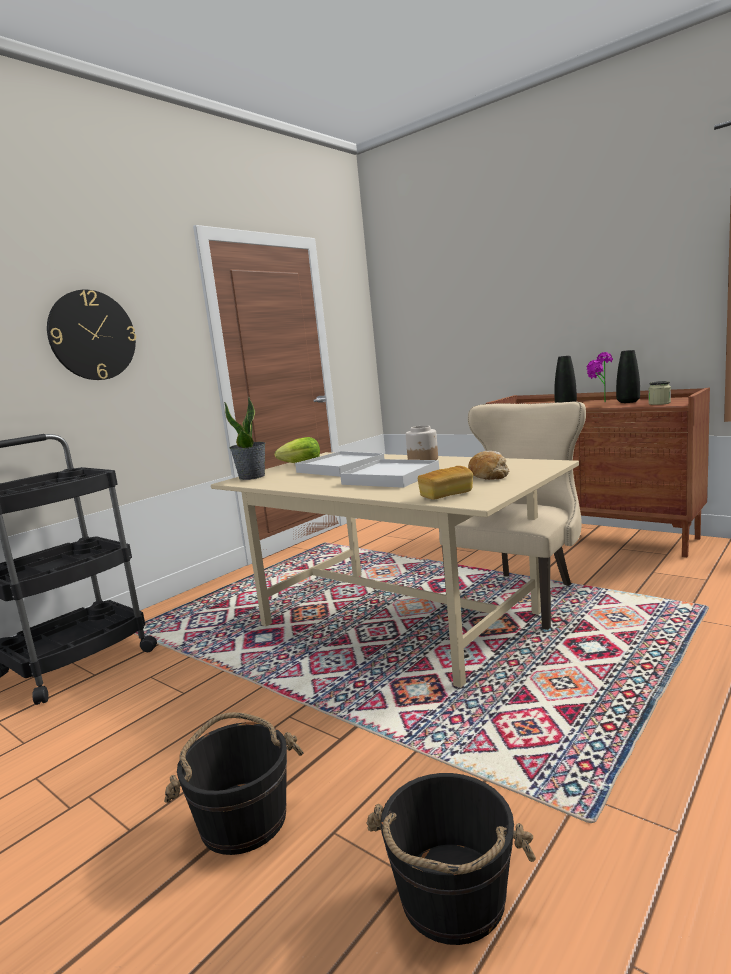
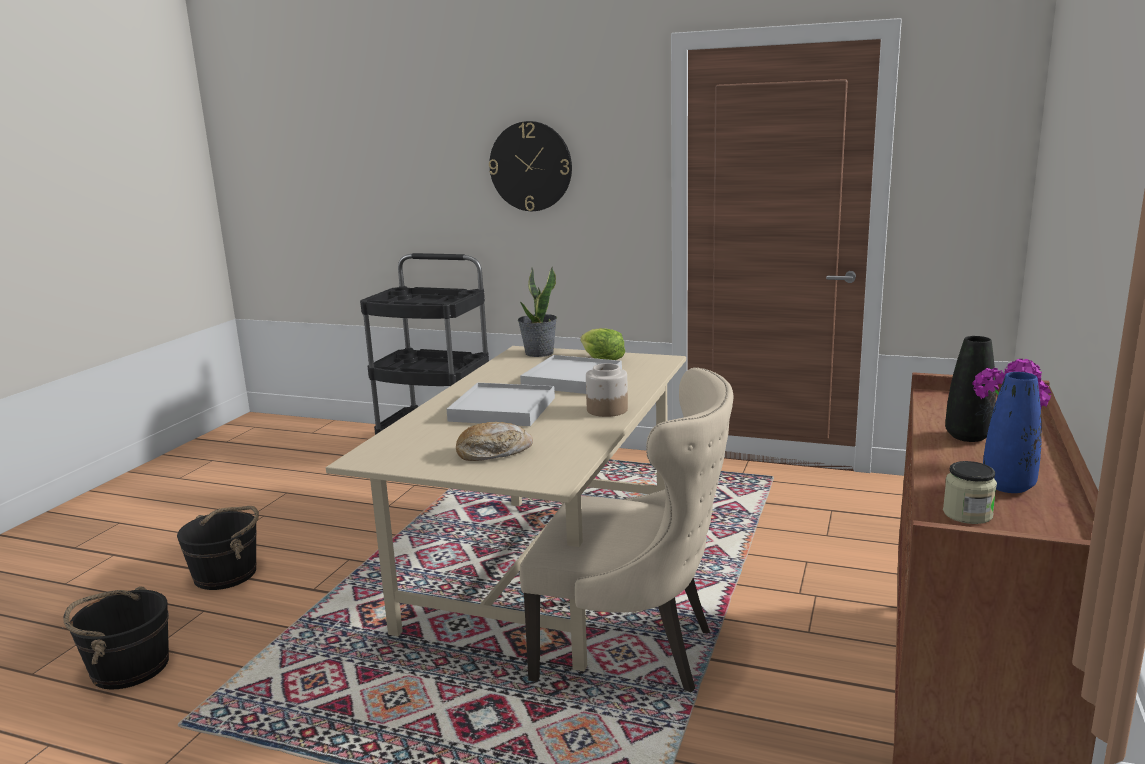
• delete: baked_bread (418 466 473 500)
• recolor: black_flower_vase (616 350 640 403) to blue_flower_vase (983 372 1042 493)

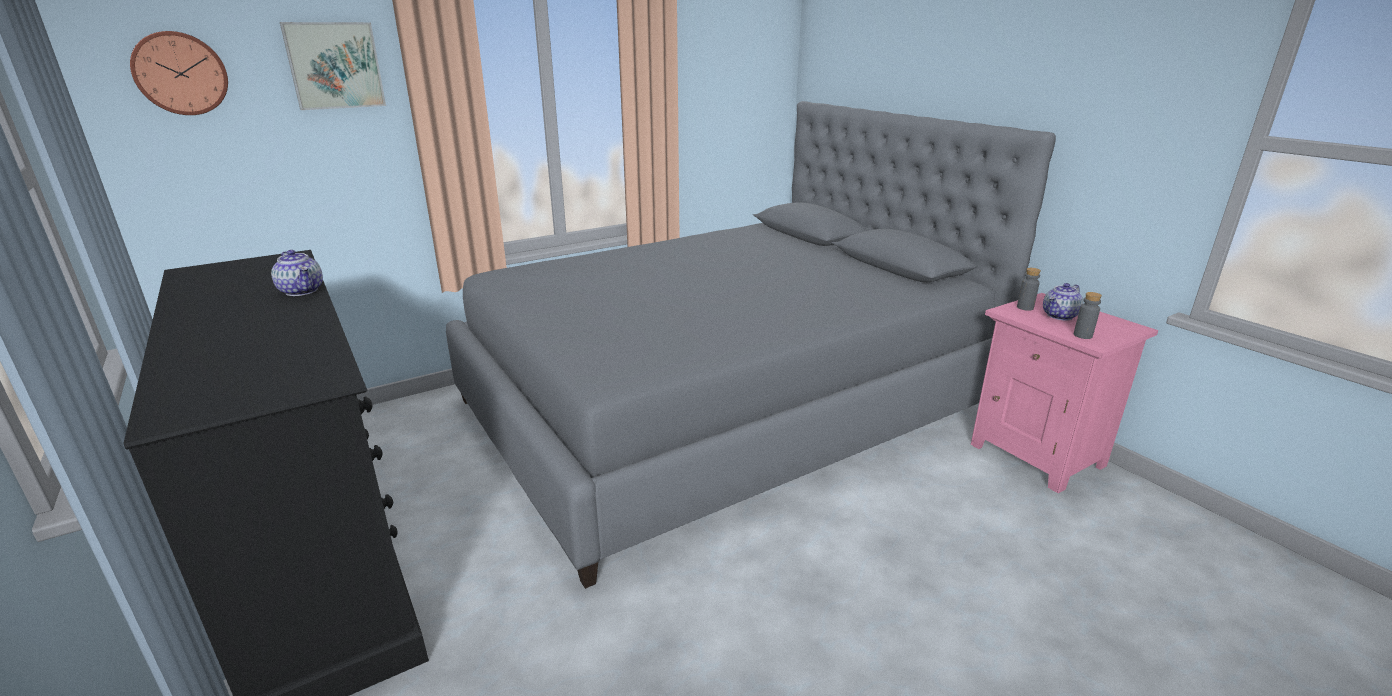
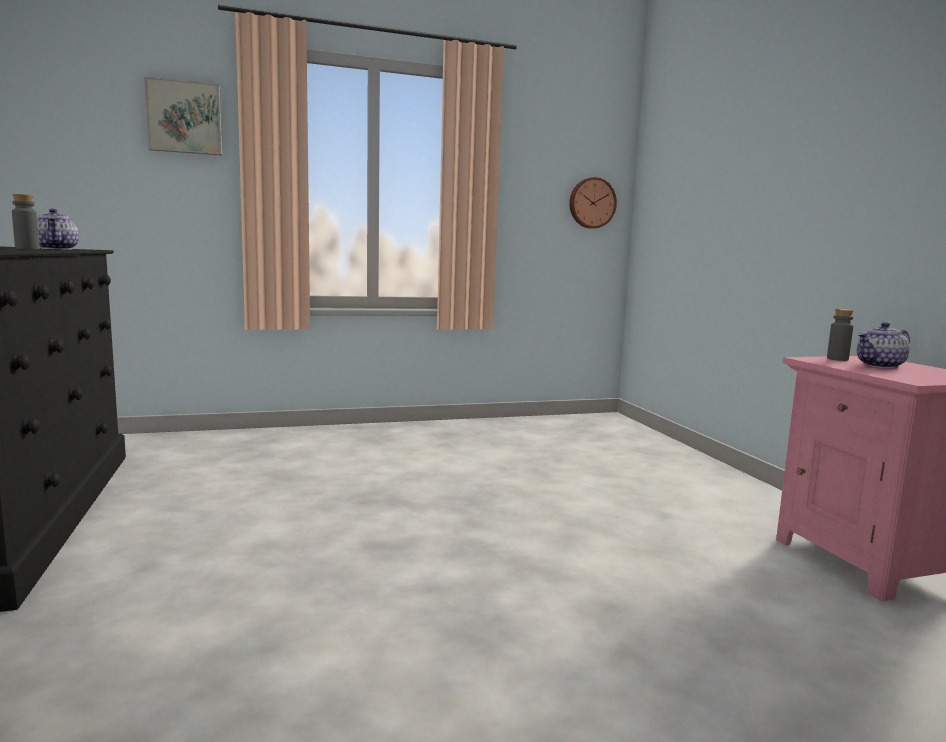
• delete: grey_sleeping_bed (446 101 1056 589)
• move: wall_clock (130 31 228 115) to (569 177 617 229)
• move: grey_bottle (1074 292 1102 339) to (12 194 40 249)

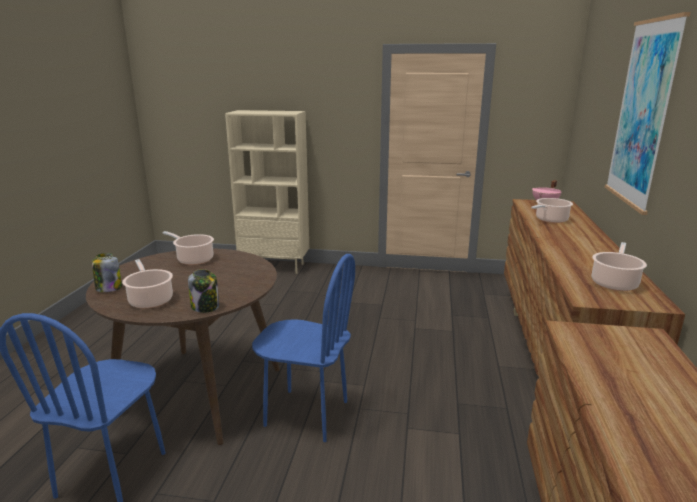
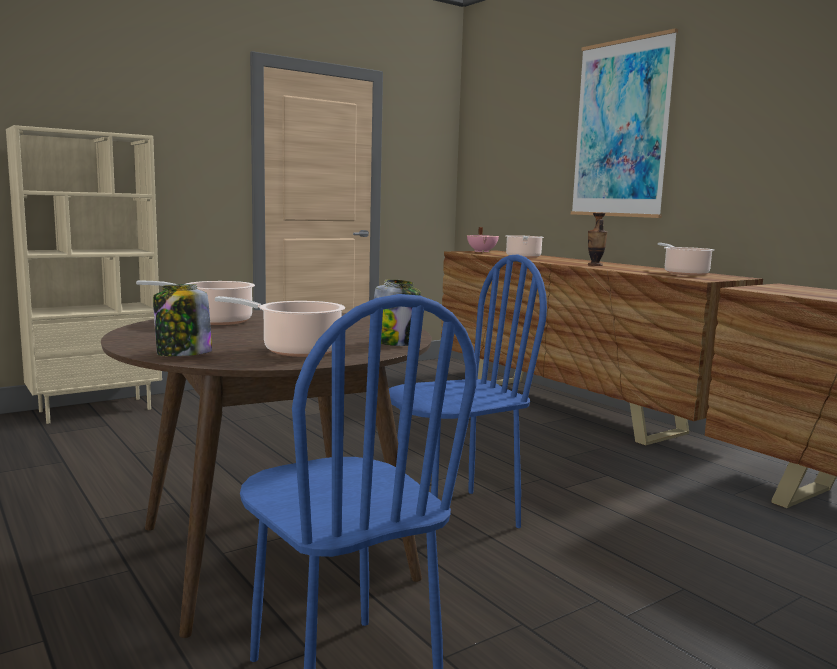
• insert: flower_vase (588 213 607 266)

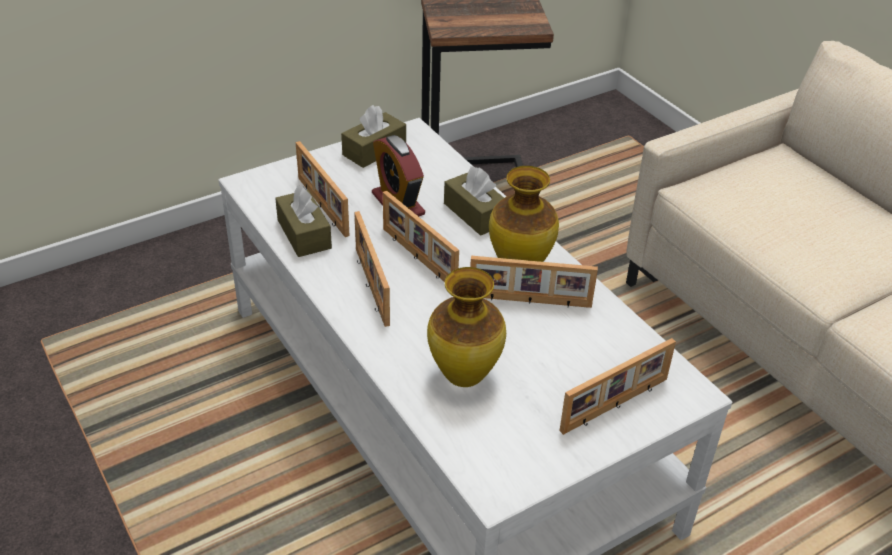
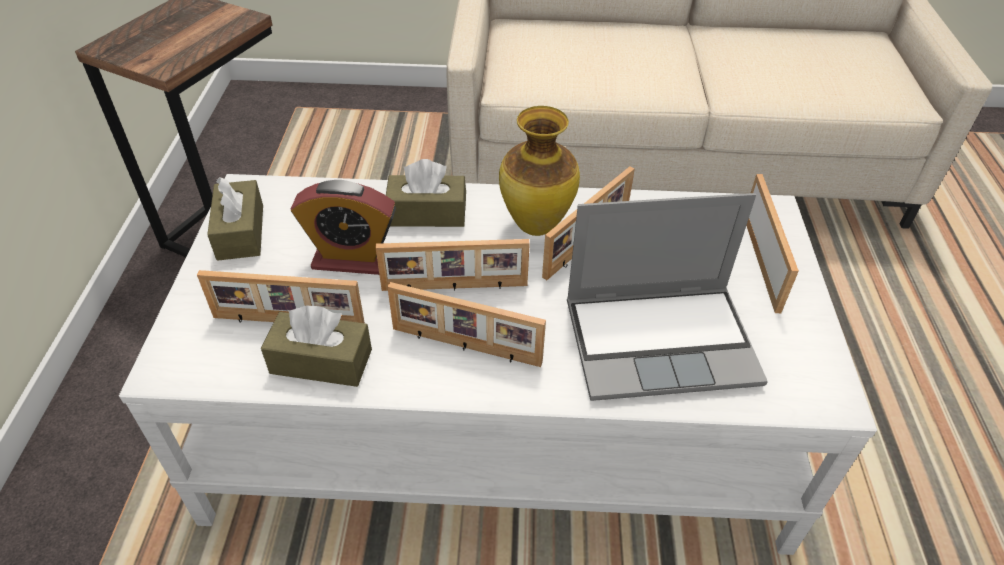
• replace: flower_vase (427 267 506 387) to notebook_computer (567 193 768 401)

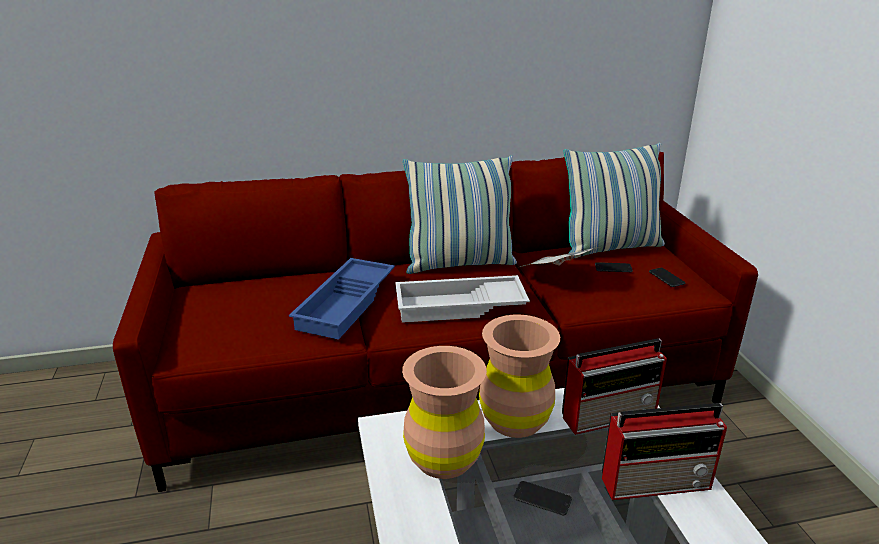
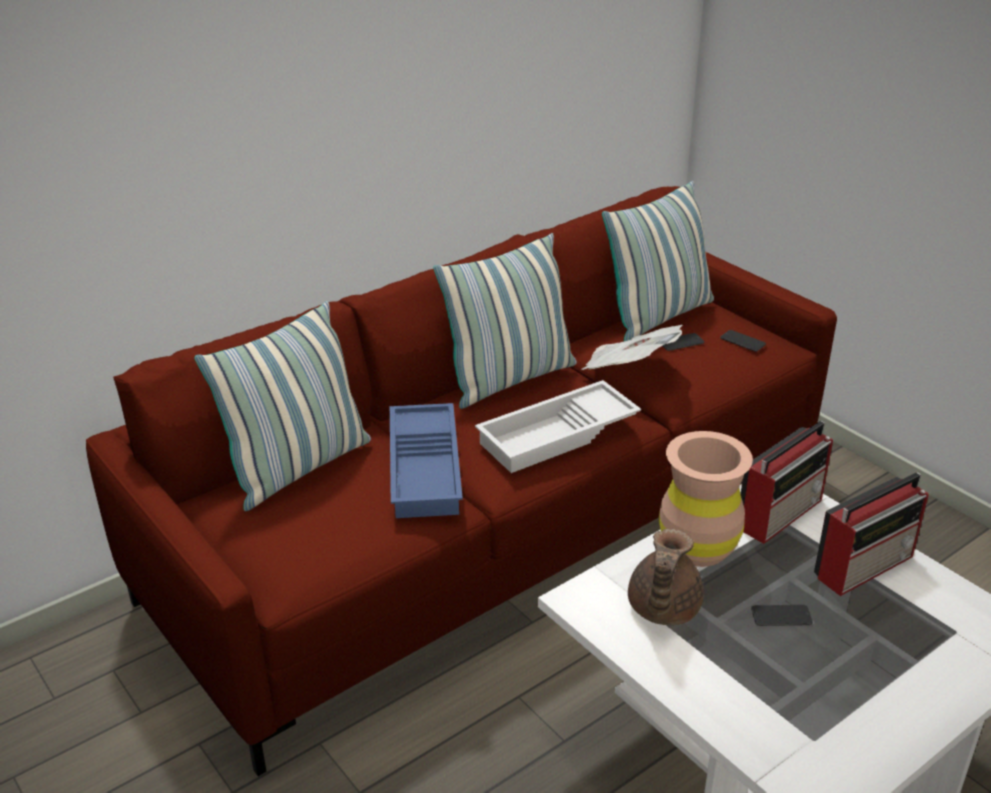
• insert: cushion (194 301 371 511)
• replace: brown_flower_vase (402 346 487 479) to brown_teapot (628 529 704 625)

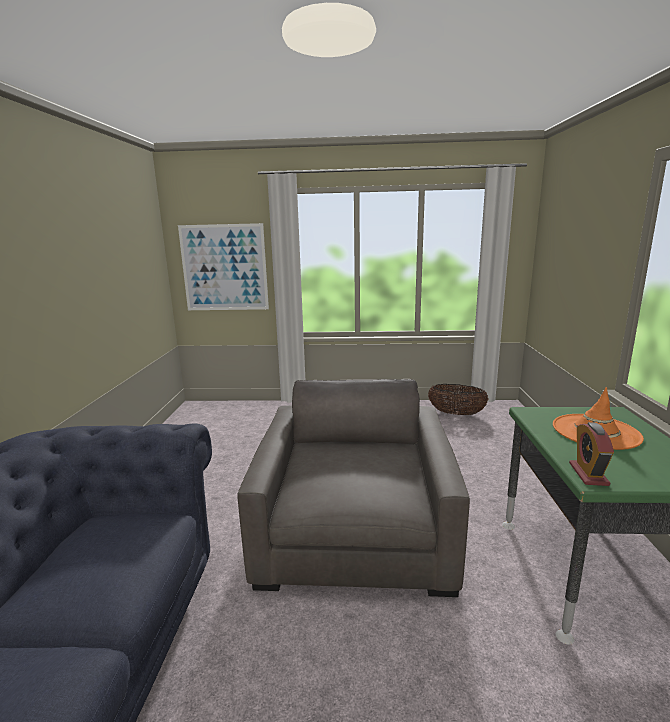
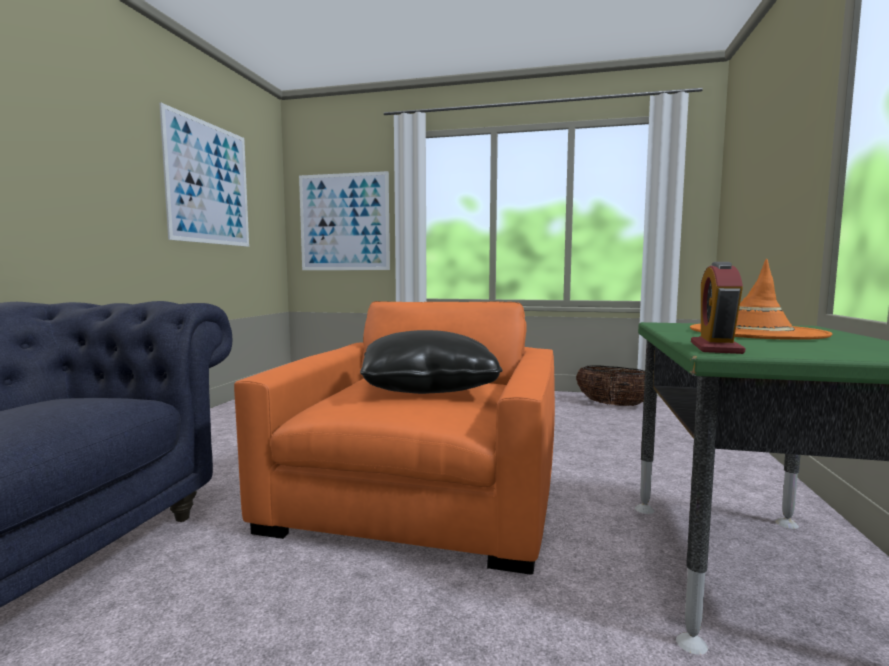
• insert: wall_picture (159 103 249 247)
• insert: black_cushion (360 330 503 394)
• recolor: grey_armchair (237 379 470 597) to orange-coloured_armchair (234 301 555 575)

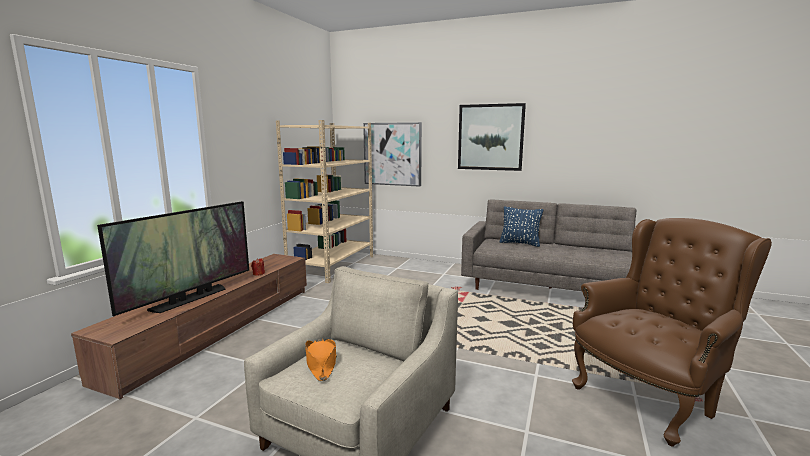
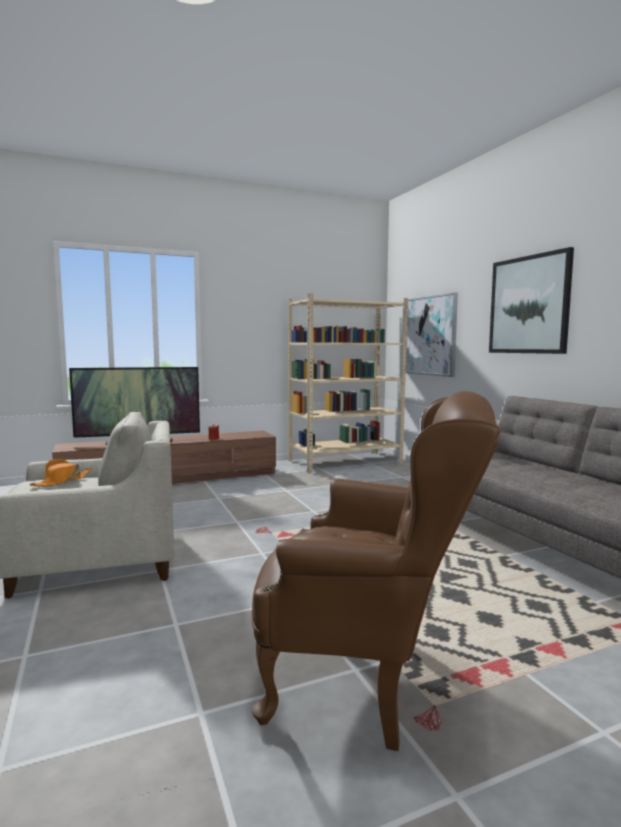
• delete: blue_cushion (500 206 543 247)

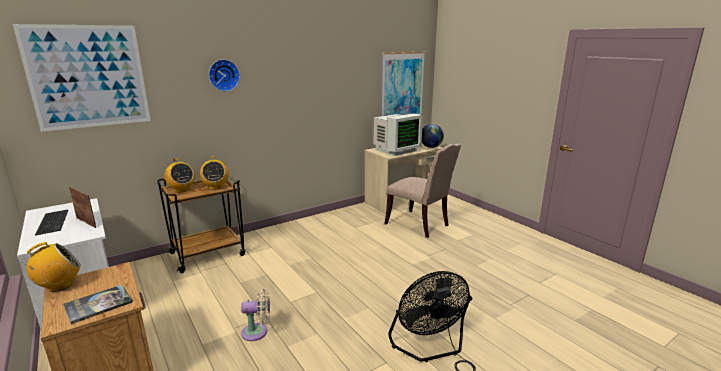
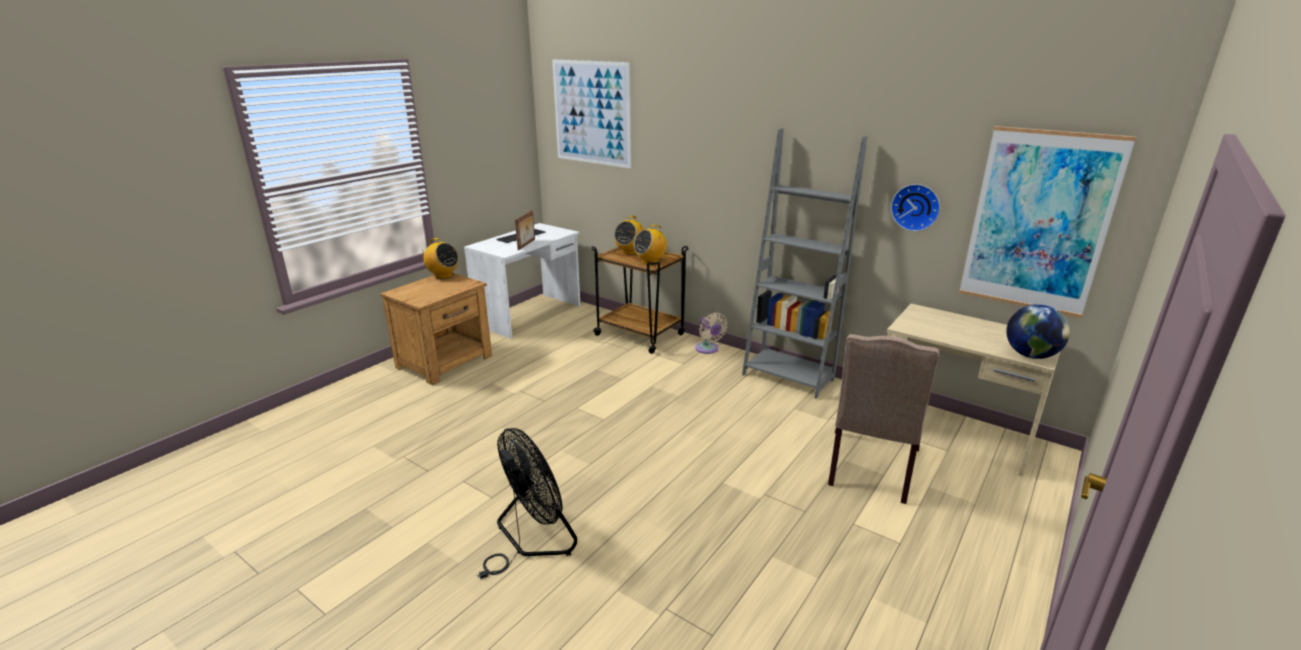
• delete: book (63 285 133 324)
• delete: computer_screen (373 113 423 156)
• insert: grey_bookshelf (742 128 867 399)
• move: wall_clock (209 59 240 91) to (891 184 940 231)
• move: beige-coloured_electric_fan (241 288 270 341) to (695 313 728 354)

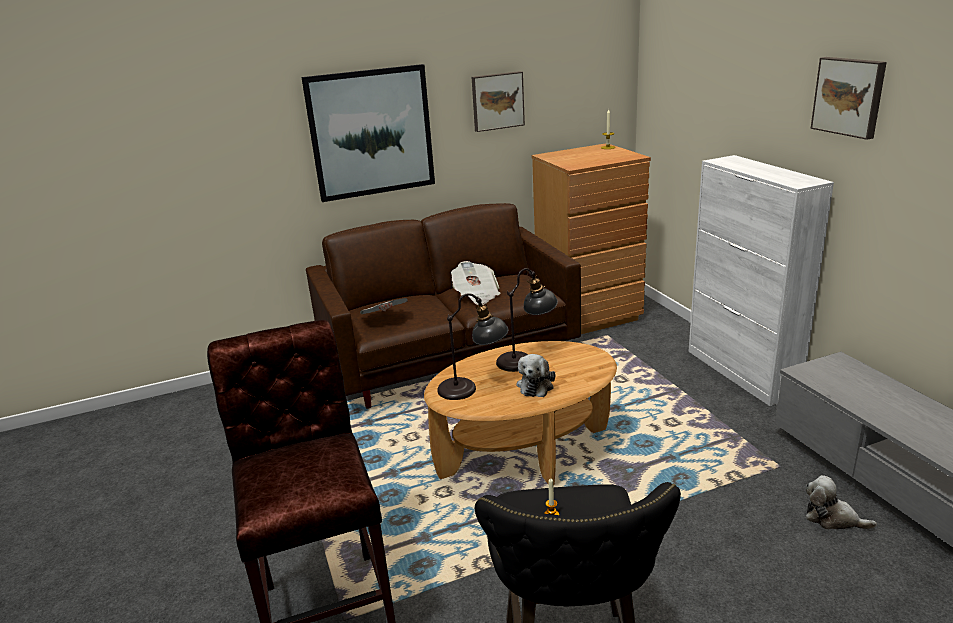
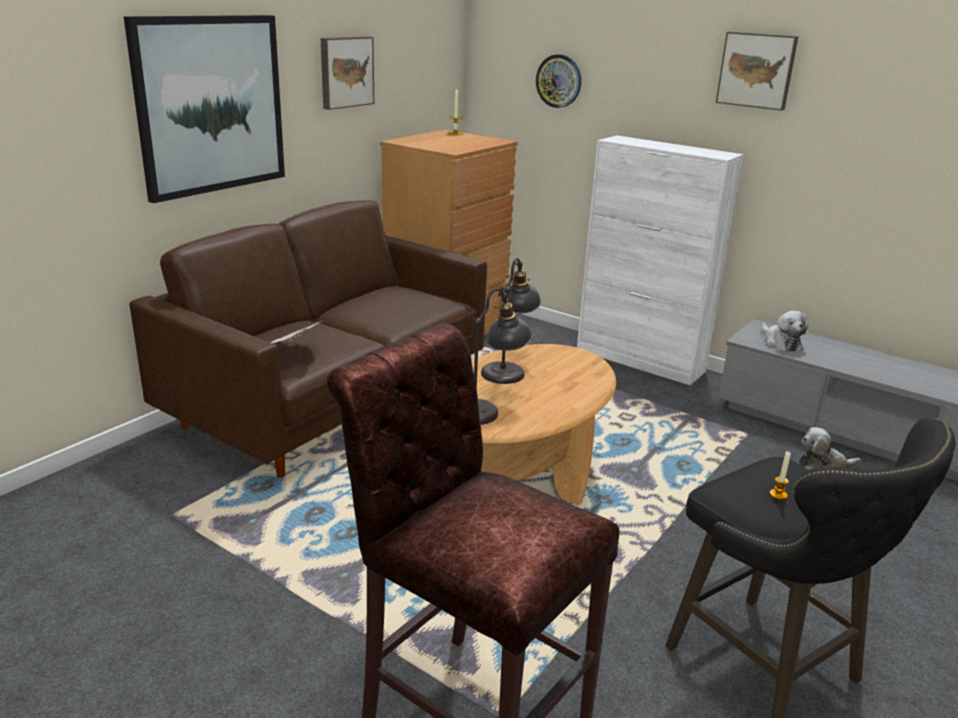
• delete: printed_paper (451 261 500 305)
• insert: wall_clock (536 54 581 108)
• move: plush_toy (517 354 556 397) to (761 311 809 352)

